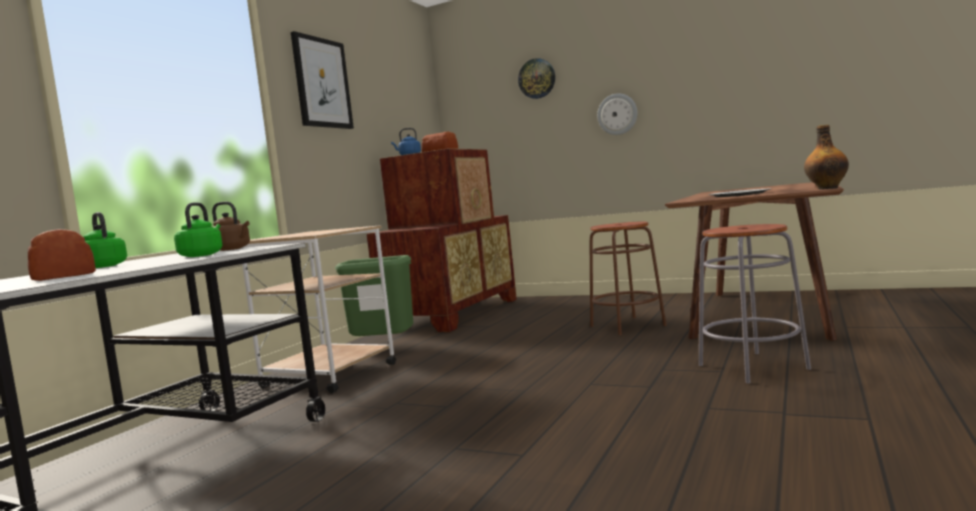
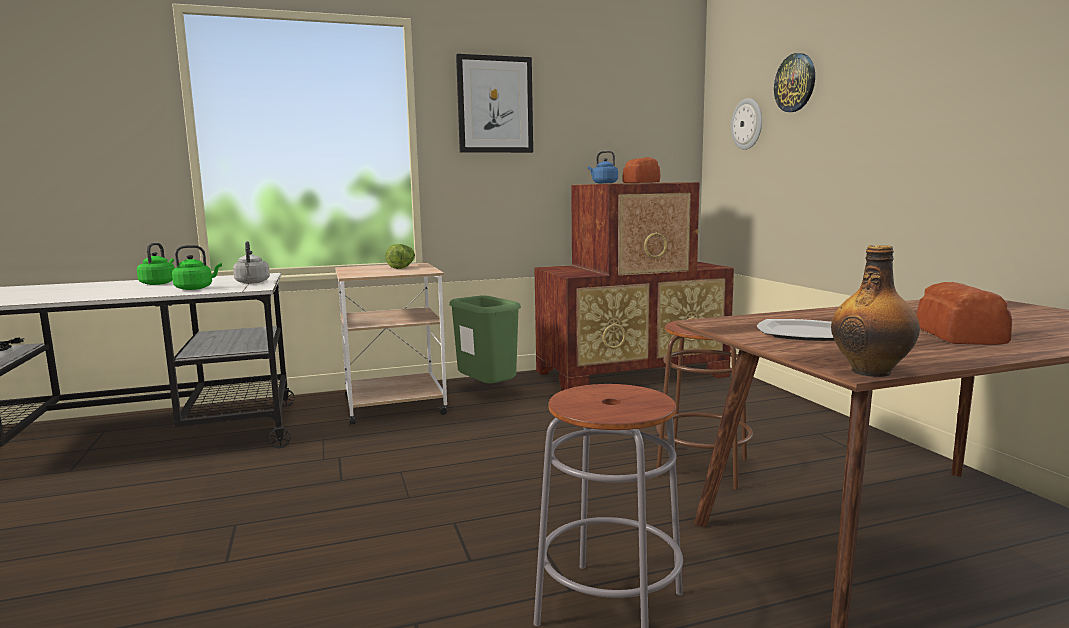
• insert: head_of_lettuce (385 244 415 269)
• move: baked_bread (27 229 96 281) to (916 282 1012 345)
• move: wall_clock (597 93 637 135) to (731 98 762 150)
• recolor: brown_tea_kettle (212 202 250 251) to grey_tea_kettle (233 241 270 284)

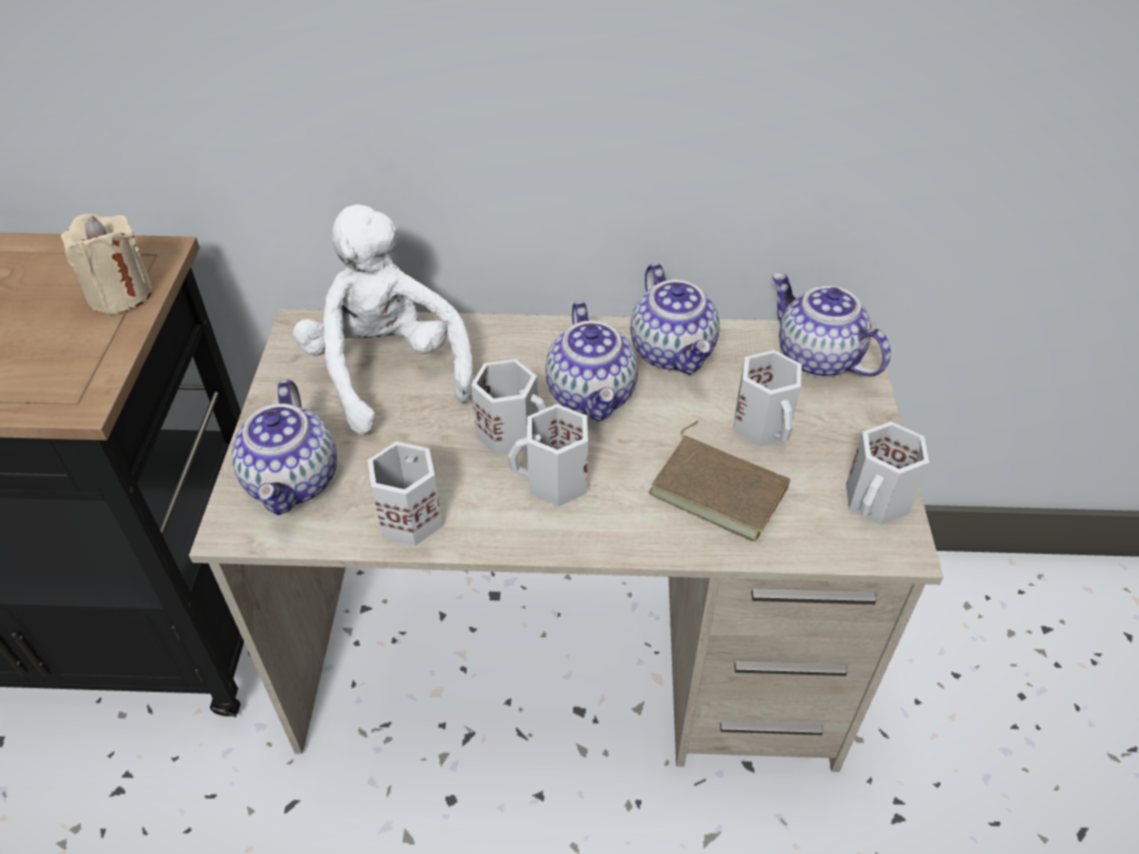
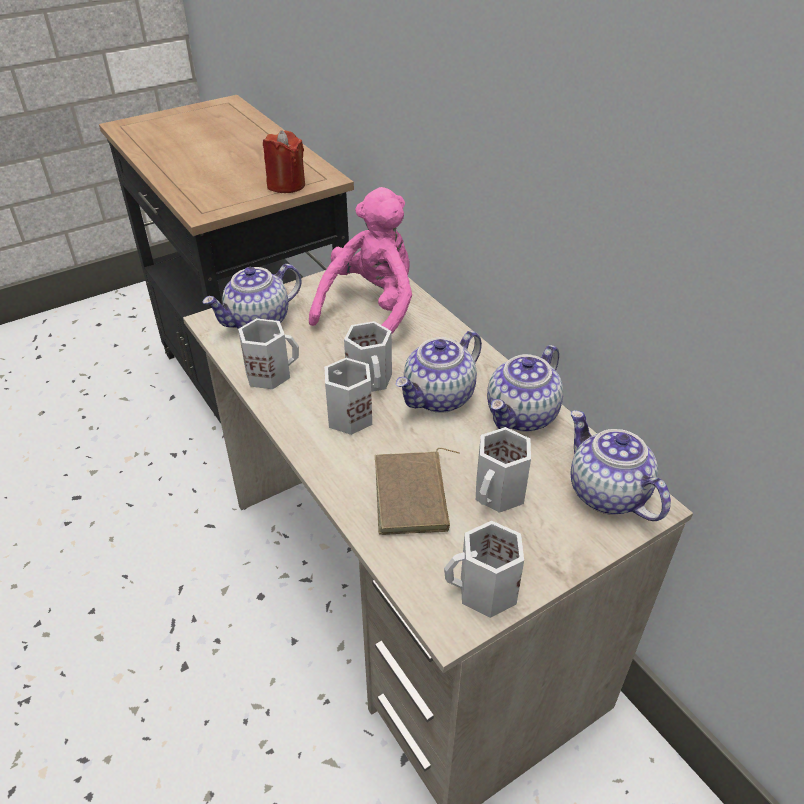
• recolor: beige-coloured_wax_candle (61 214 152 315) to reddish_wax_candle (263 130 305 193)
• recolor: white_plush_toy (293 204 473 434) to pinkish_plush_toy (309 187 412 333)
• rotate: teapot (772 273 891 378) = (571 410 671 521) 45 degrees counterclockwise

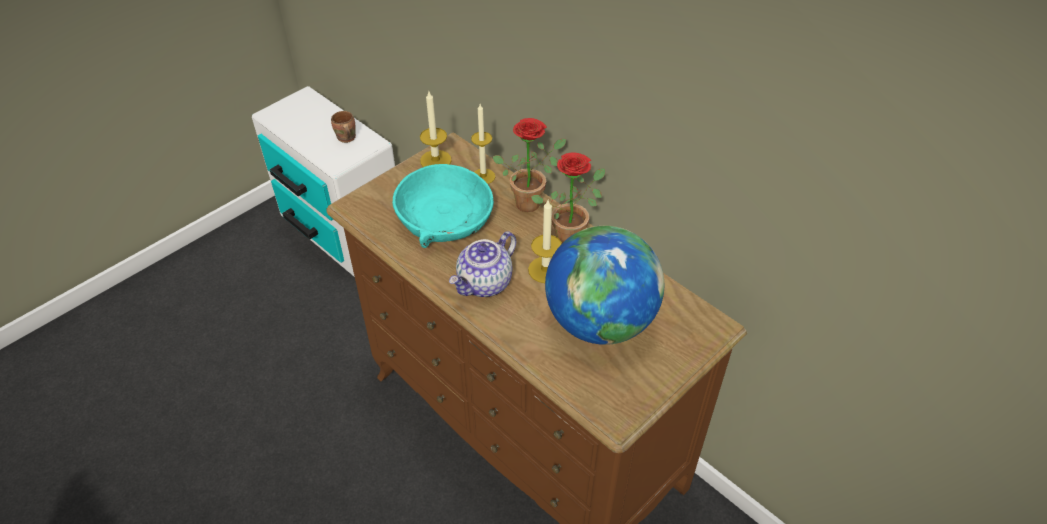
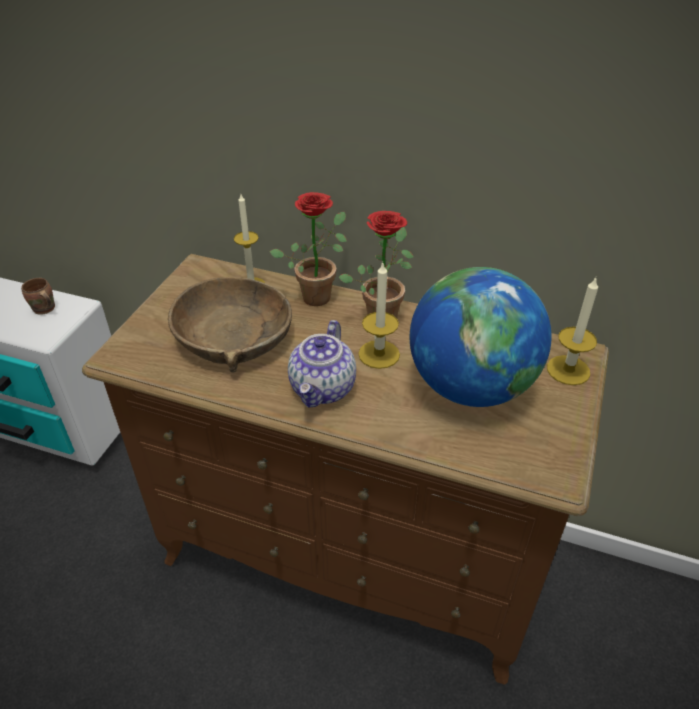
• move: wax_candle (420 91 451 167) to (547 278 598 385)
• recolor: blue-green_deep_dish (393 164 494 248) to brown_deep_dish (168 277 292 373)

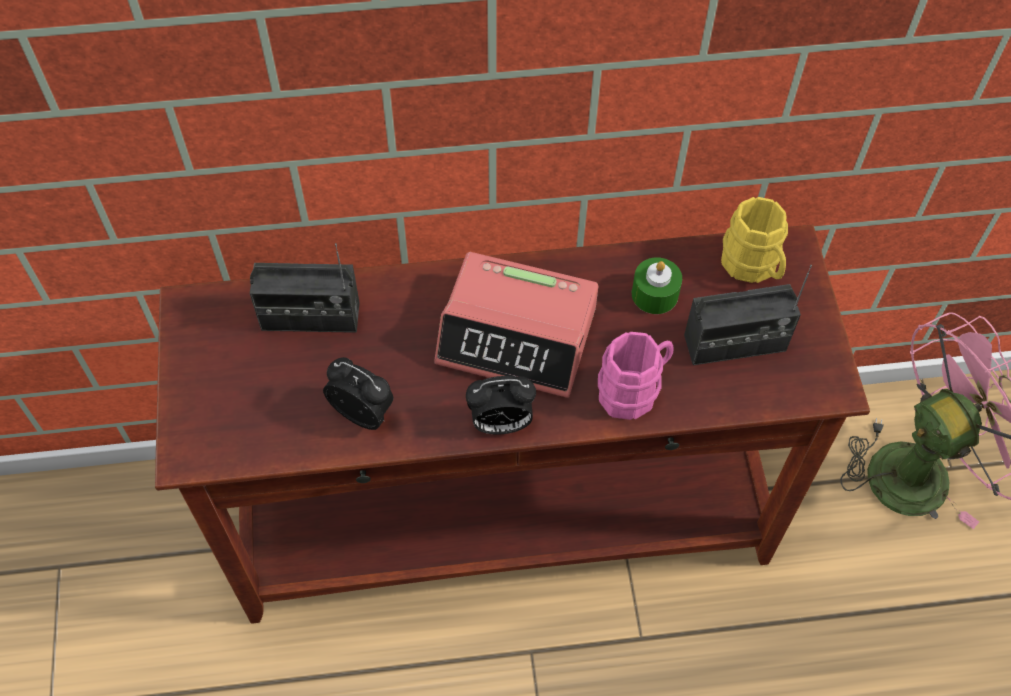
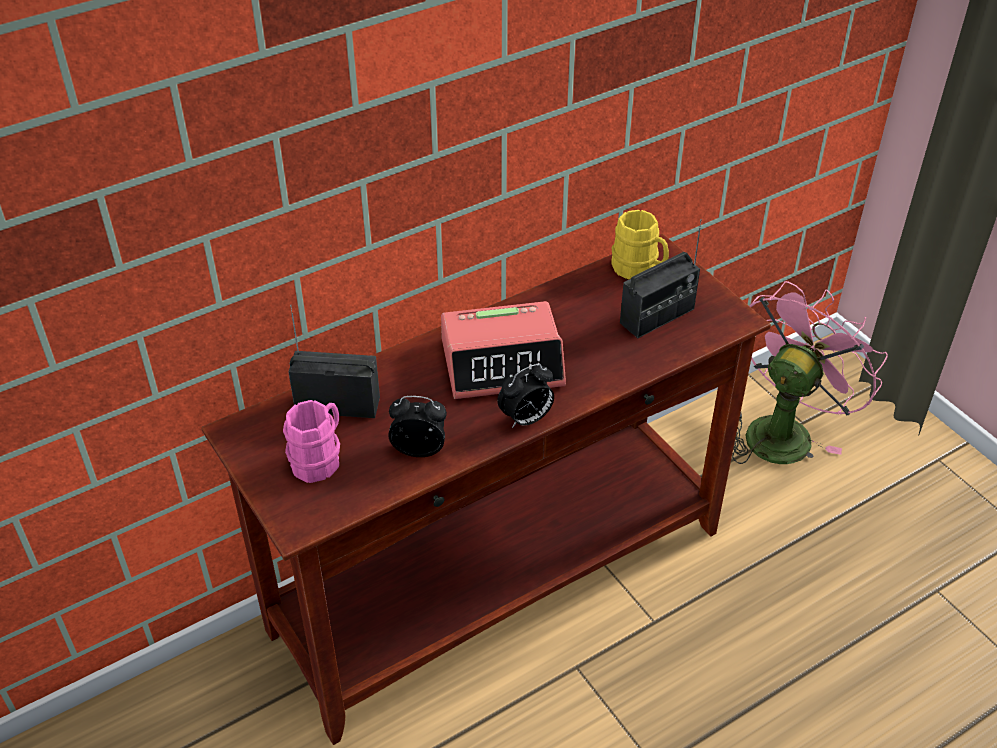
• delete: green_wax_candle (632 257 682 314)
• move: pinkish_coffee_mug (598 332 674 420) to (283 400 340 483)
• rotate: radio_set (250 243 359 333) = (289 305 380 418) 150 degrees counterclockwise

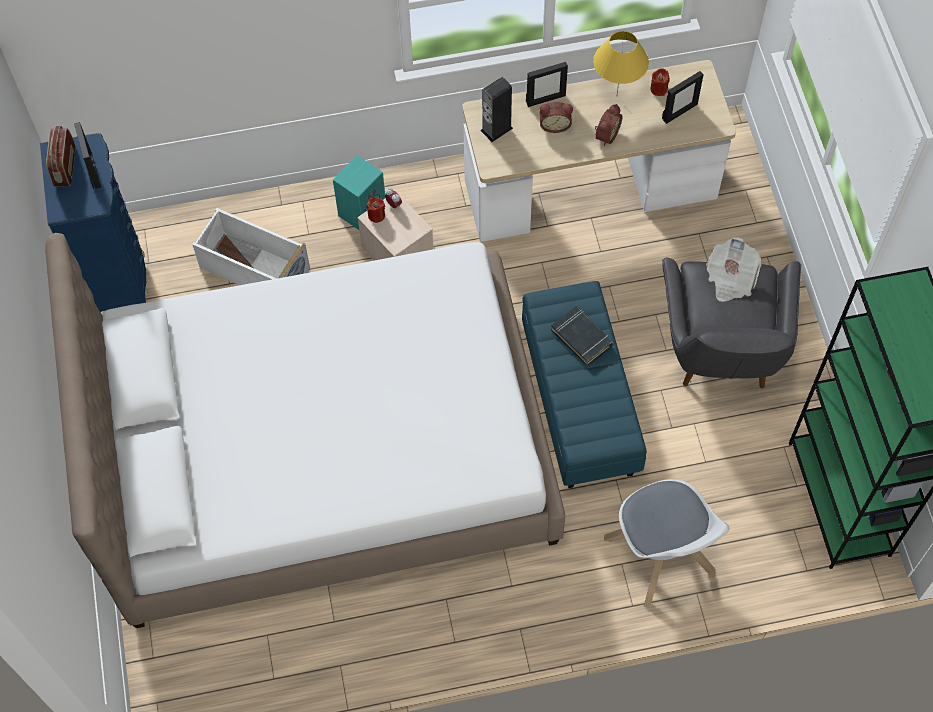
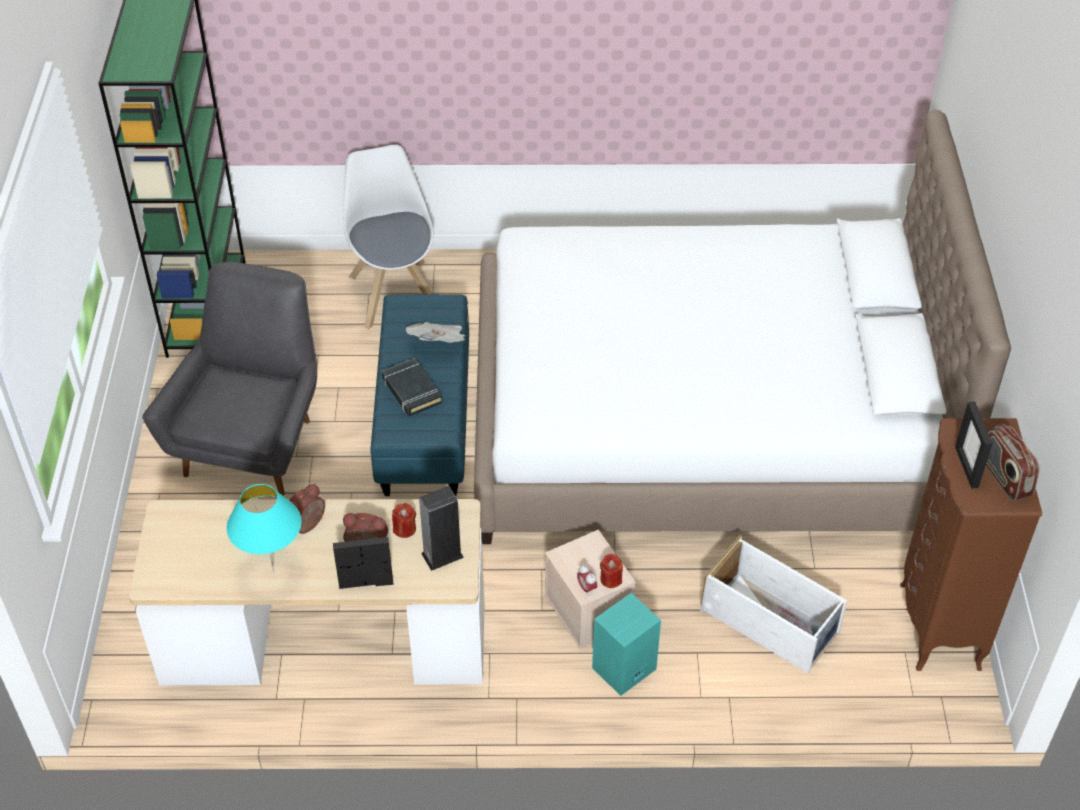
• delete: photo_frame (662 71 704 124)
• move: reddish_wax_candle (650 68 670 96) to (392 503 416 538)
• move: printed_paper (706 237 762 302) to (405 322 465 343)
• recolor: blue_chest_of_drawers (40 133 146 312) to brown_chest_of_drawers (900 418 1042 671)
• recolor: yellow_table_lamp (593 31 649 94) to blue-green_table_lamp (227 484 302 571)
• rotate: radio_set (46 126 75 187) = (986 424 1040 501) 150 degrees clockwise

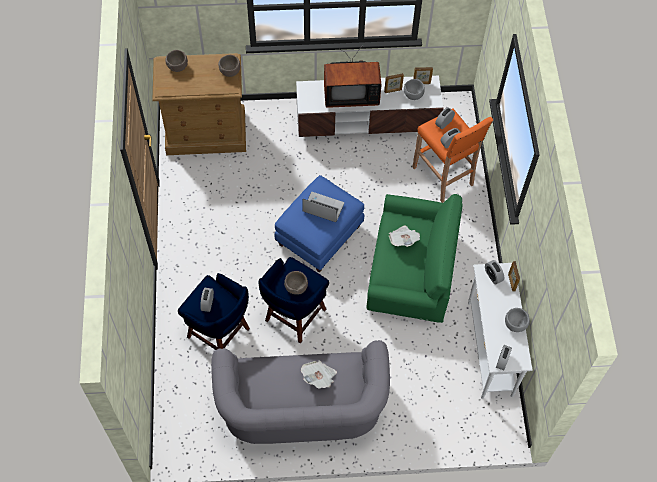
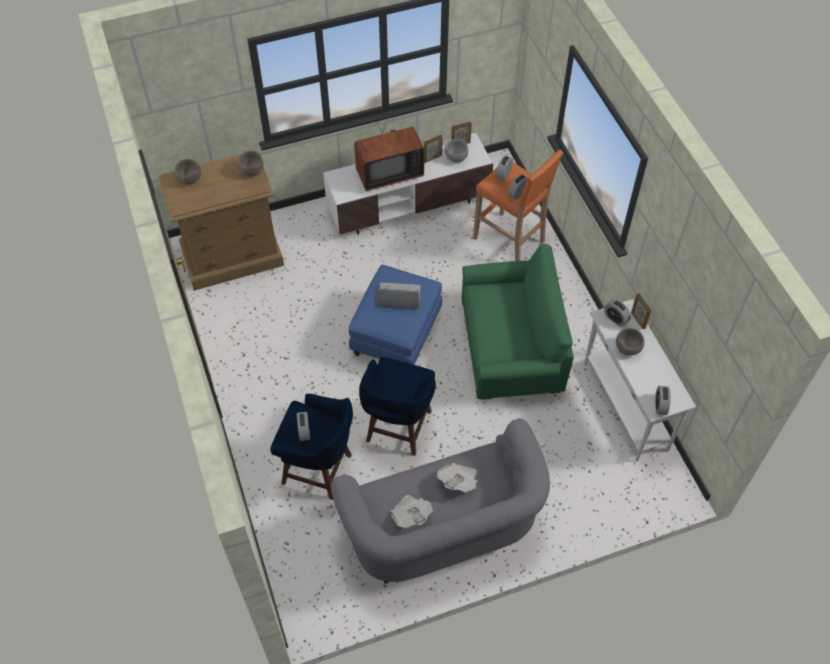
• delete: grey_deep_dish (505 308 530 332)
• move: brown_deep_dish (284 271 308 295) to (616 328 644 355)
• move: printed_paper (389 226 420 247) to (390 495 433 528)

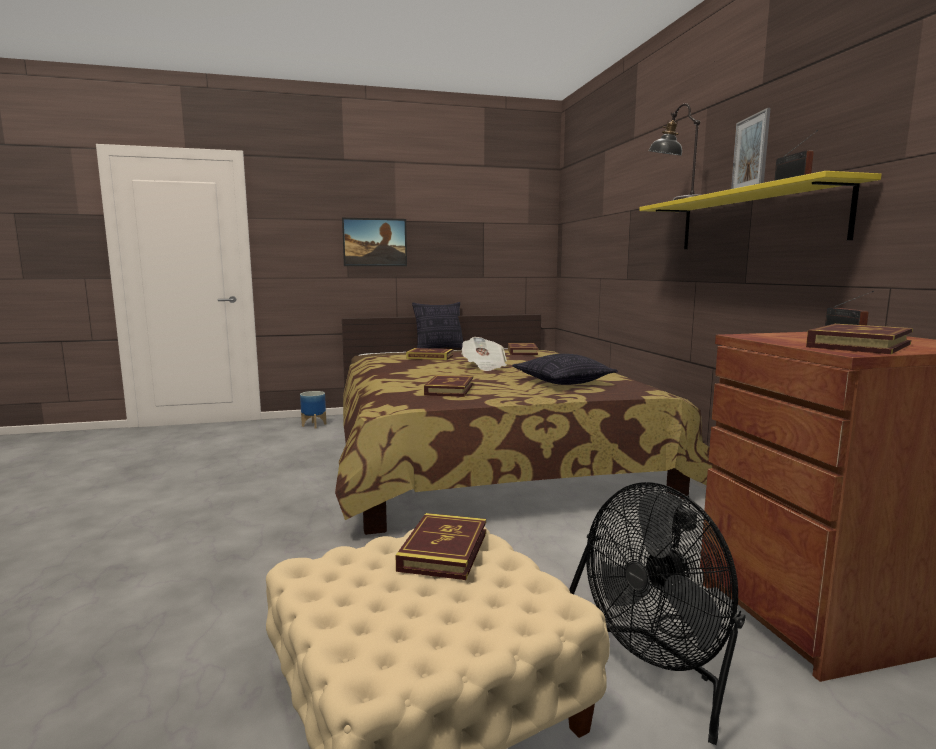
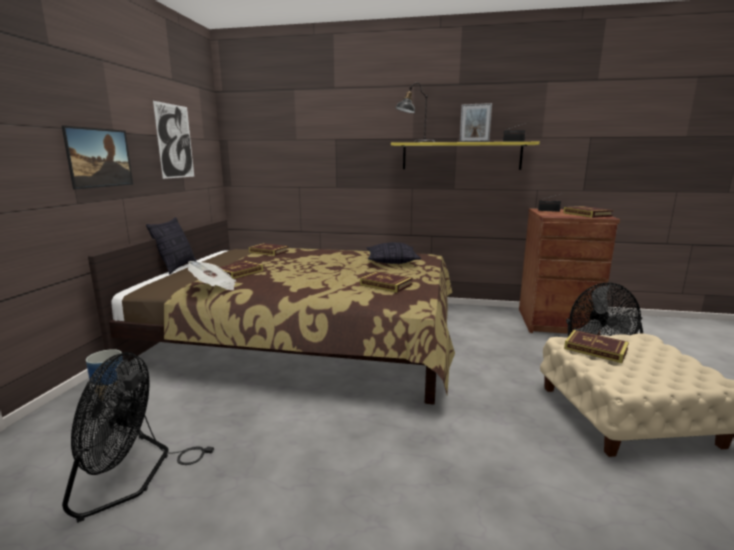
• insert: black_electric_fan (62 352 215 523)
• insert: wall_picture (153 101 194 179)
• move: printed_paper (461 337 507 371) to (188 261 236 290)

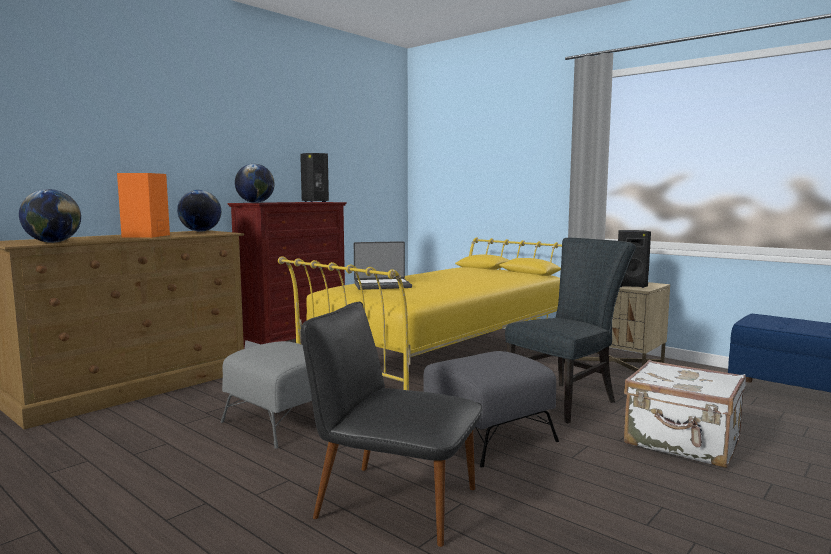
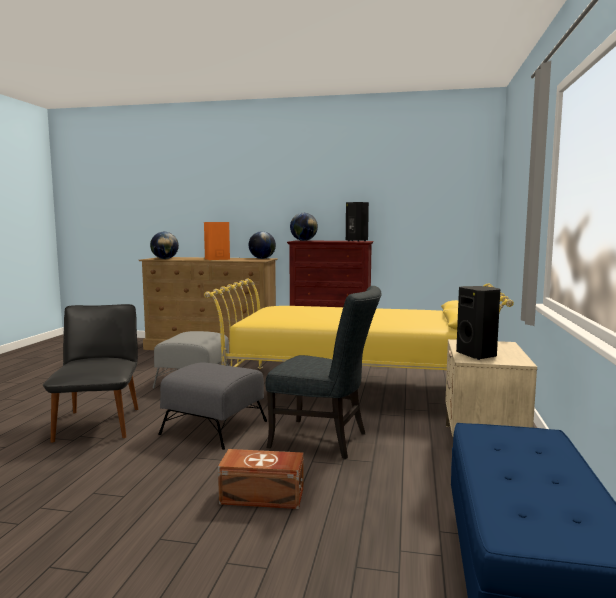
• delete: notebook_computer (354 241 412 290)
• replace: white_suitcase (624 360 746 468) to brown_storage_box (218 449 304 509)

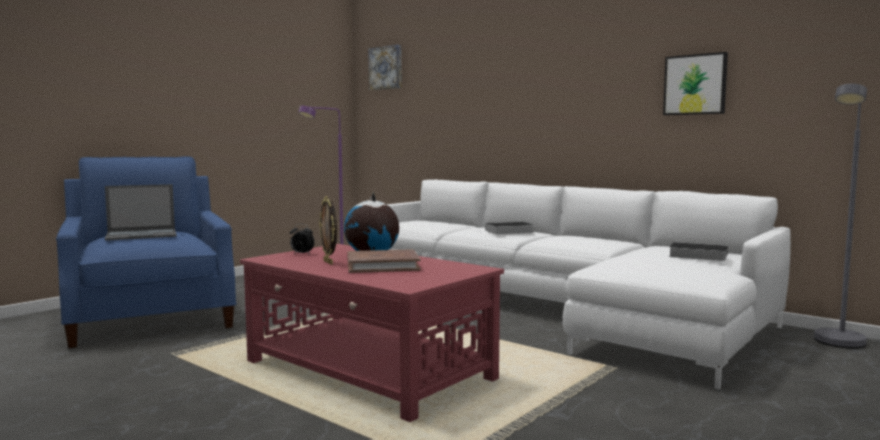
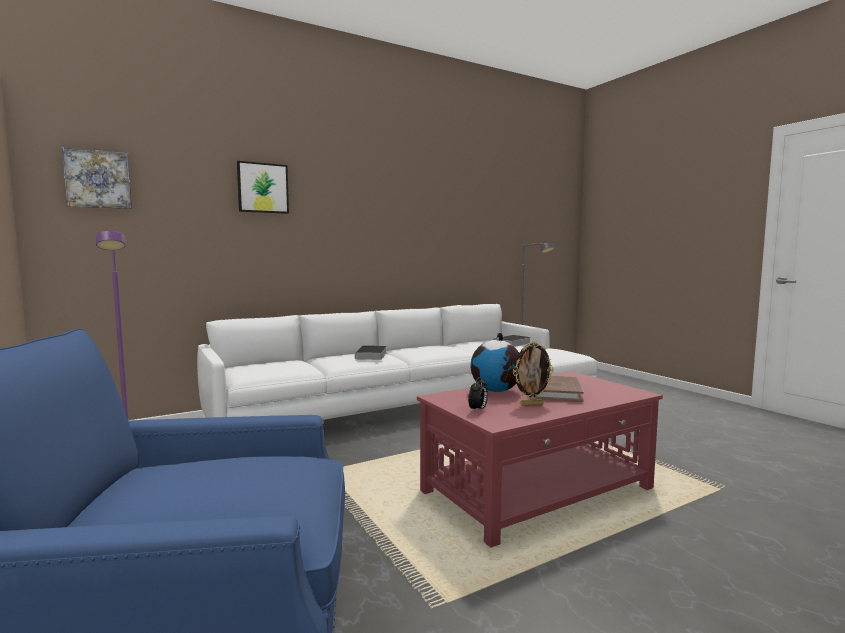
• delete: notebook_computer (105 184 177 241)
• move: wall_picture (663 52 728 115) to (237 161 289 214)

